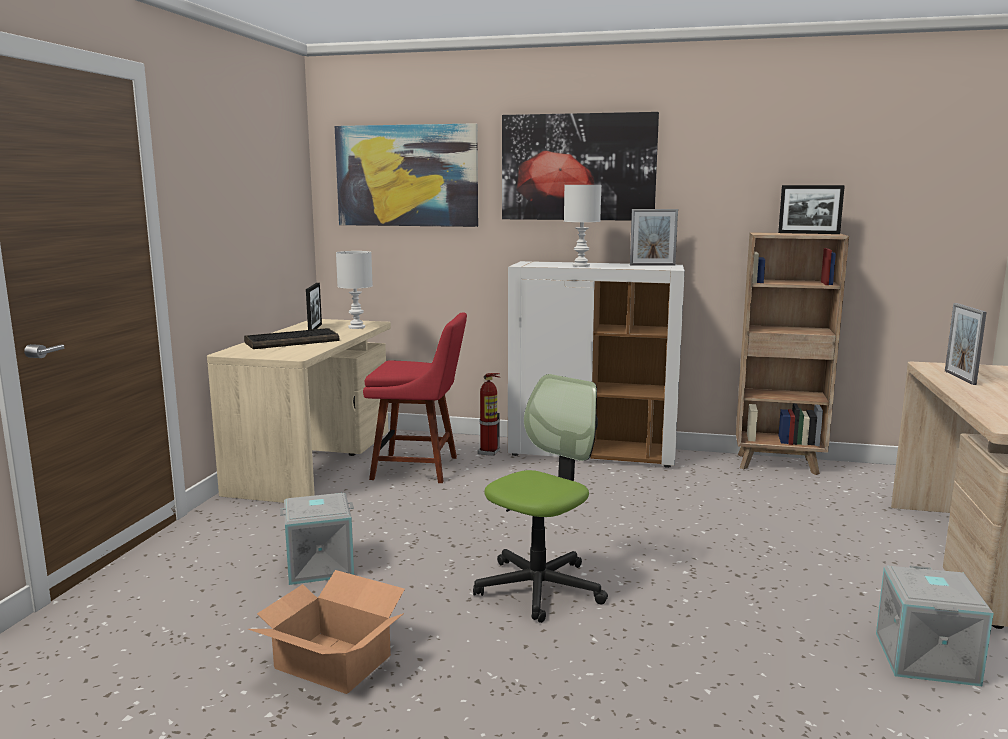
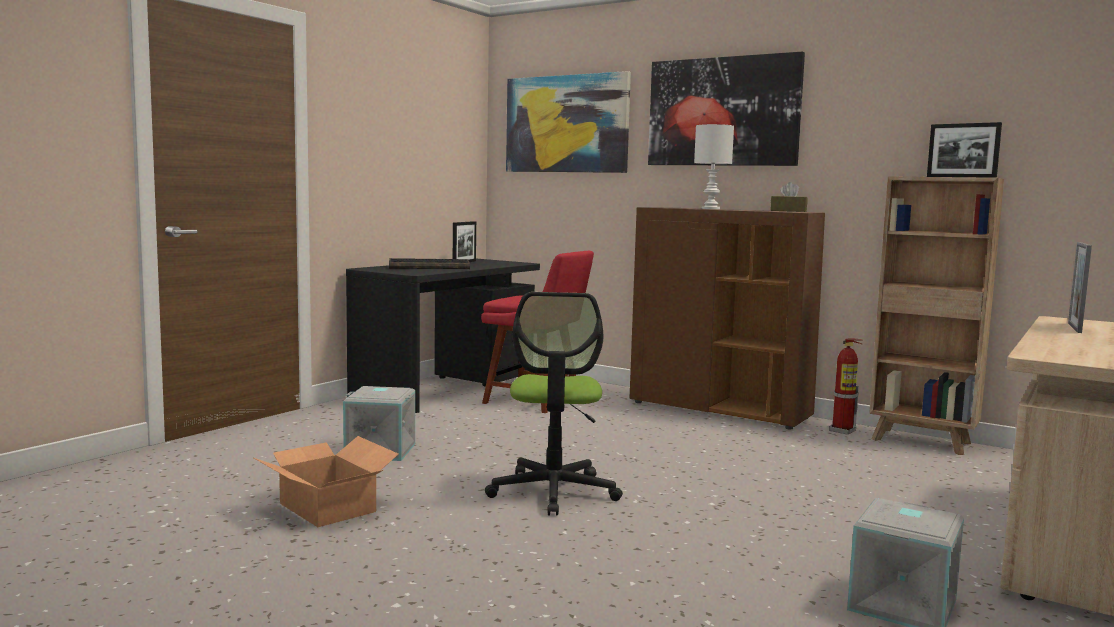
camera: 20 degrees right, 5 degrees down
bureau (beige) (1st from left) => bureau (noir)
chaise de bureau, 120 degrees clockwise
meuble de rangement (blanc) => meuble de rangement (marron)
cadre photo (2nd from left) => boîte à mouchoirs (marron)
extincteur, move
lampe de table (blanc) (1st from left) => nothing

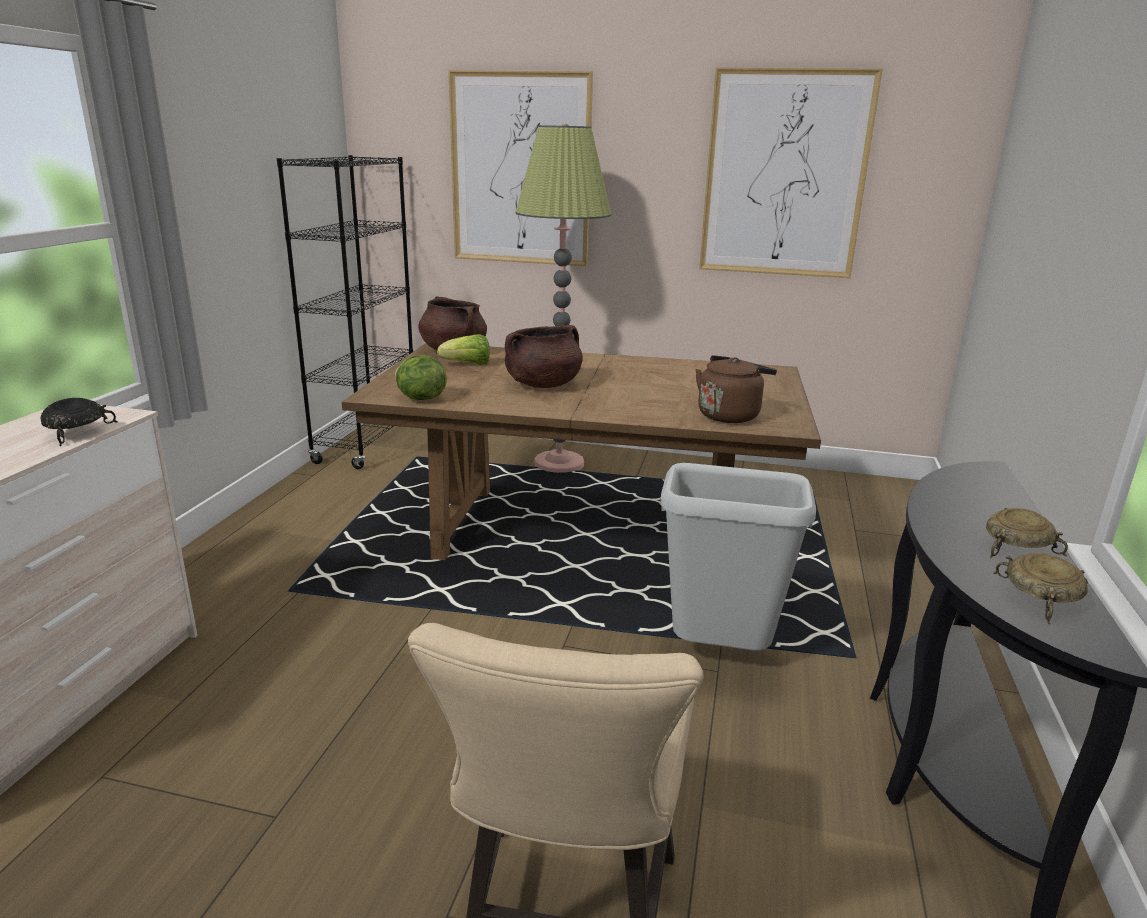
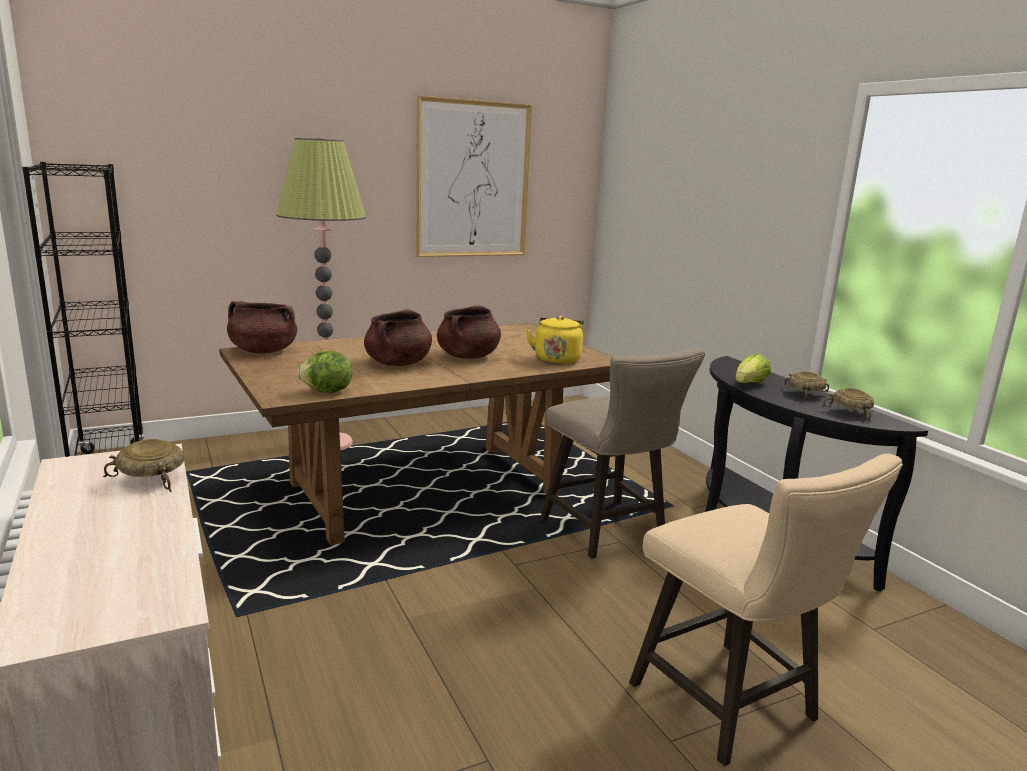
camera: 40 degrees left, 5 degrees down
bol (noir) => bol (beige) (1st from left)
nothing => marmite (marron) (3rd from left)
bouilloire (marron) => bouilloire (jaune)
poubelle (gris) => tabouret (beige) (1st from left)
laitue (2nd from left), move
tableau (1st from left) => nothing

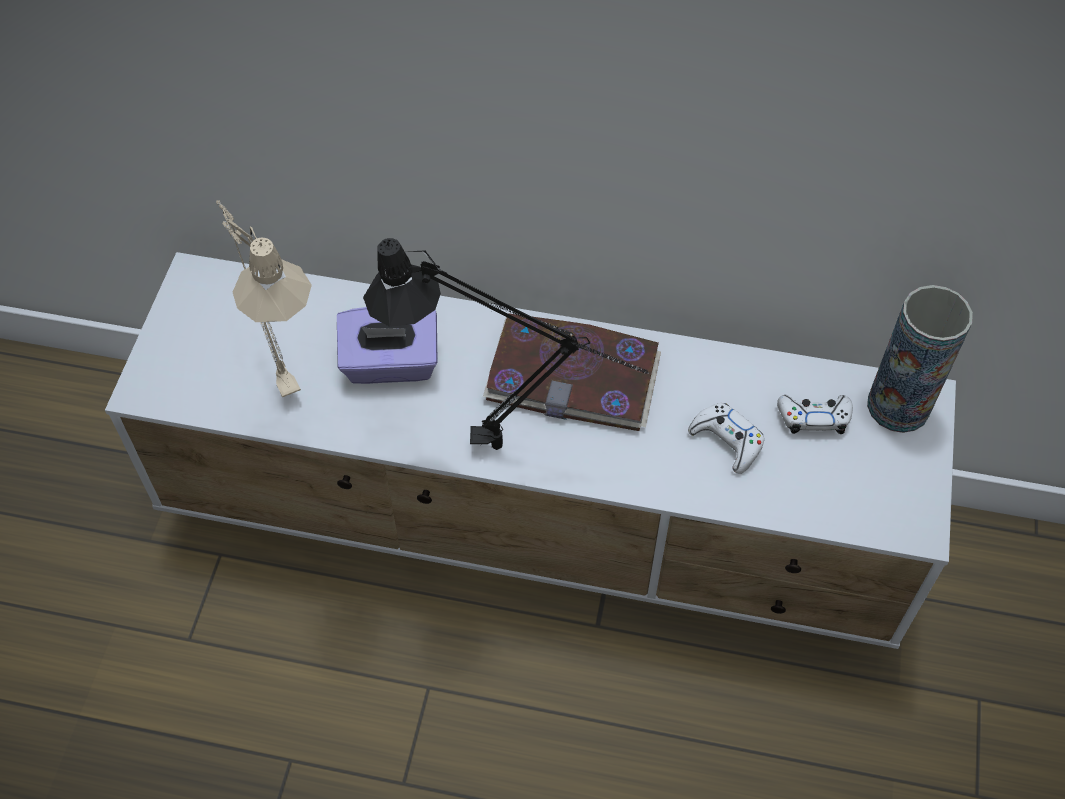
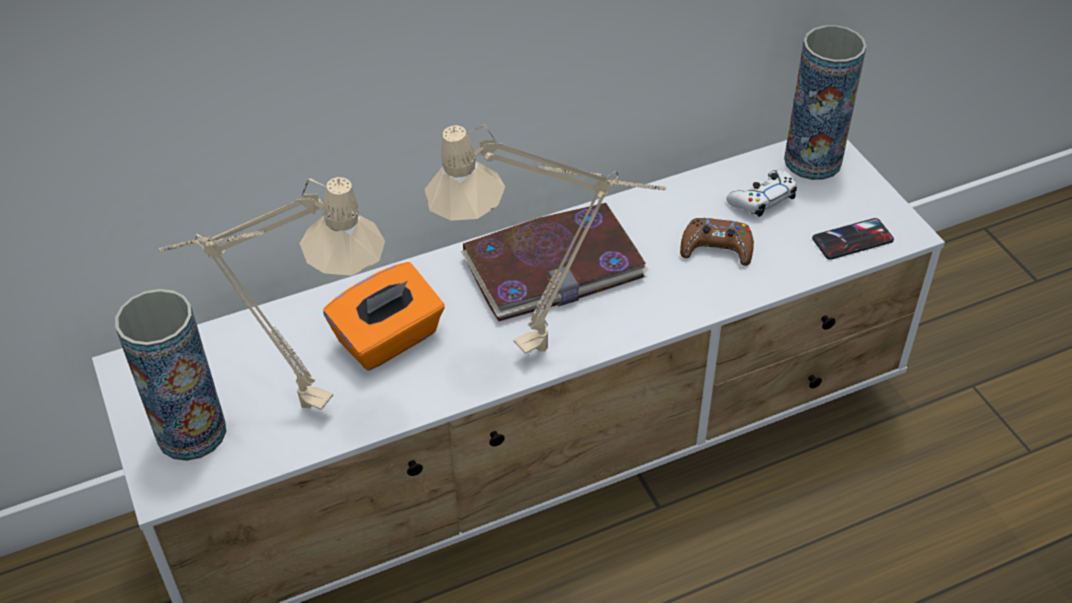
camera: 35 degrees left, 10 degrees down
nothing => vase (1st from left)
boîte à mouchoirs (violet) => boîte à mouchoirs (orange)
lampe de table (noir) => lampe de table (beige) (2nd from left)
manette (blanc) (1st from left) => manette (marron)
nothing => téléphone

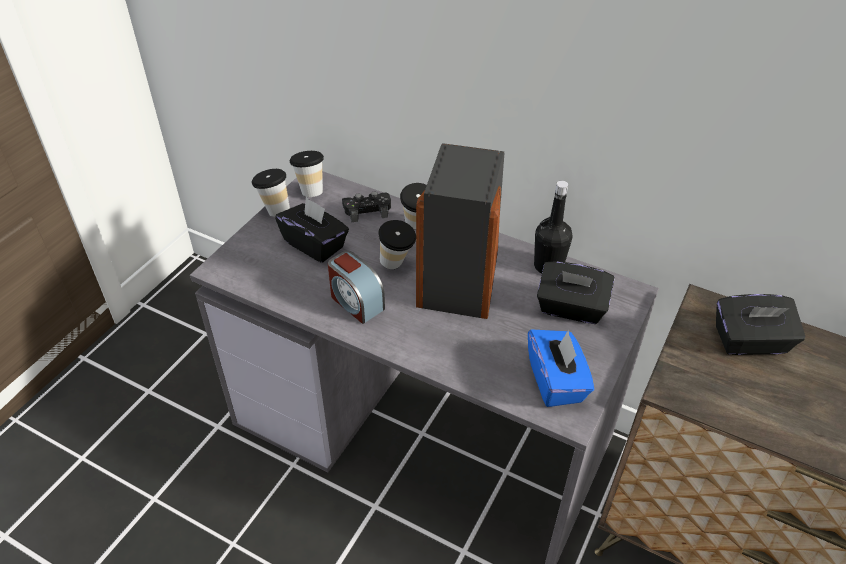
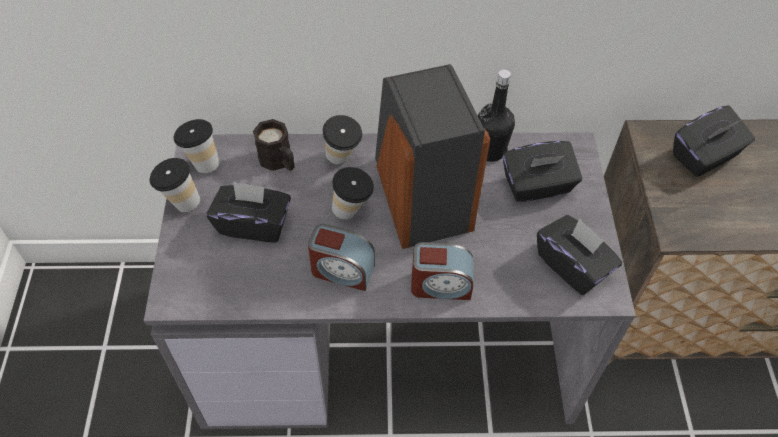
camera: 30 degrees left, 10 degrees up
manette (noir) => mug (noir)
nothing => réveil (2nd from left)
boîte à mouchoirs (bleu) => boîte à mouchoirs (noir) (3rd from left)

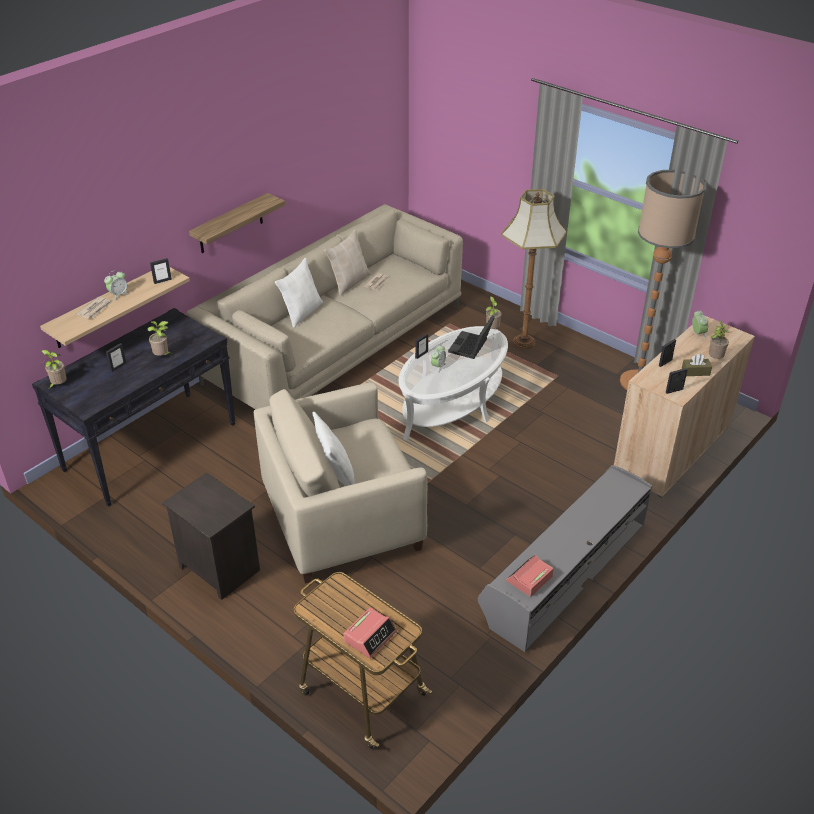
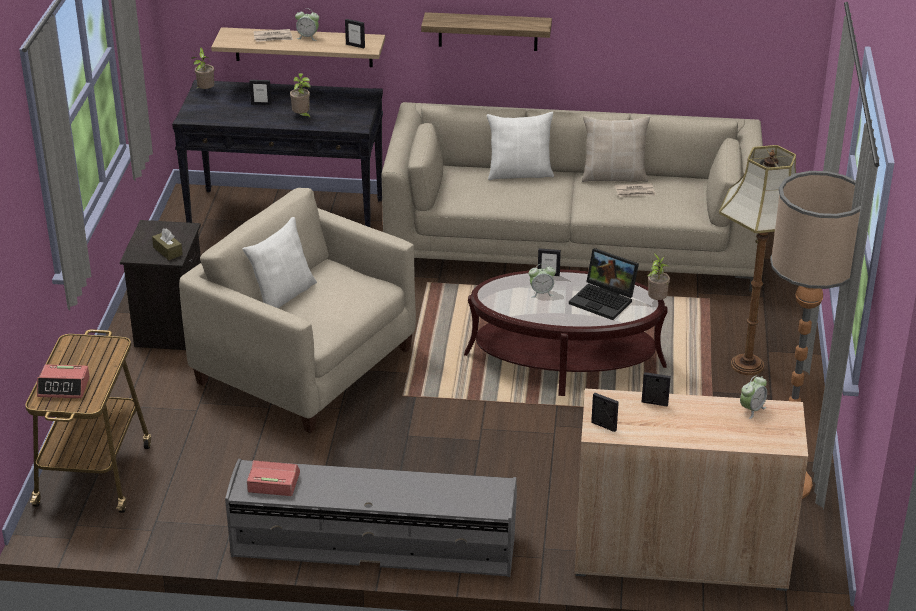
camera: 55 degrees right, 5 degrees down
boîte à mouchoirs (marron), move
table basse (blanc) => table basse (marron)
ordinateur portable, 135 degrees counterclockwise
plante en pot (4th from left) => nothing

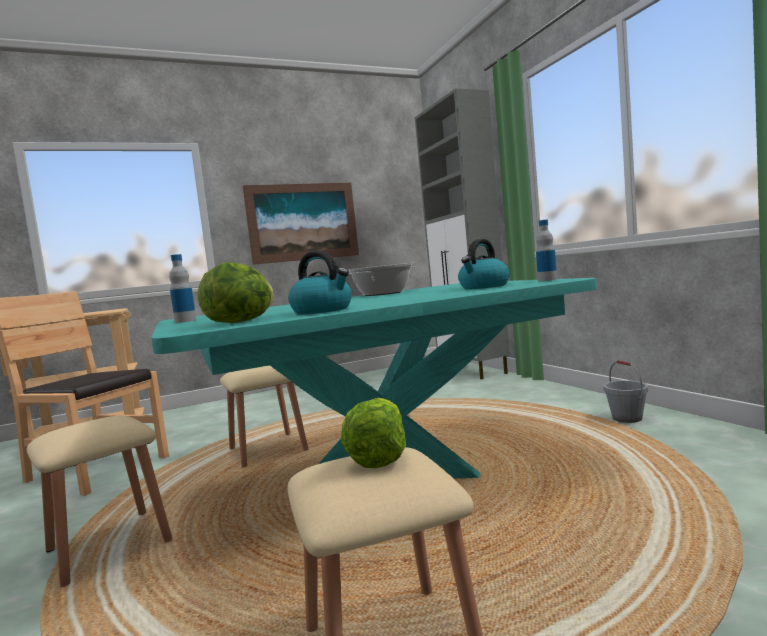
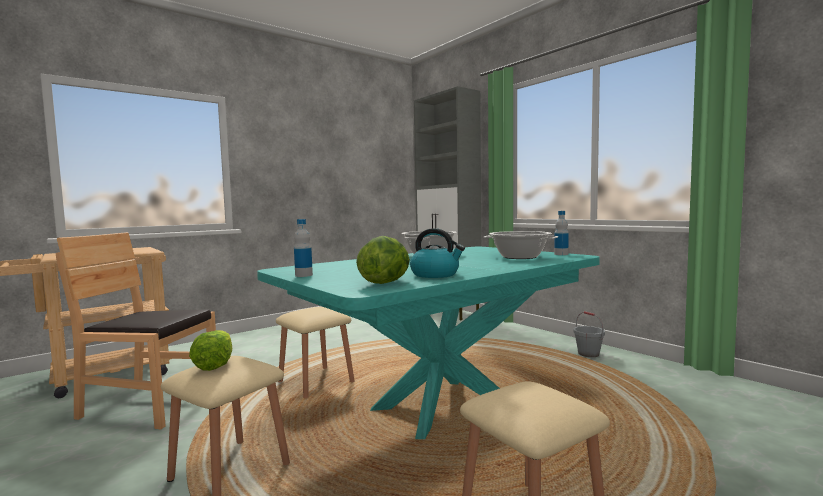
camera: 15 degrees left, 0 degrees up
laitue (2nd from left in the first image) => laitue (1st from left), move
bouilloire (2nd from left) => marmite (2nd from left)
tableau => nothing

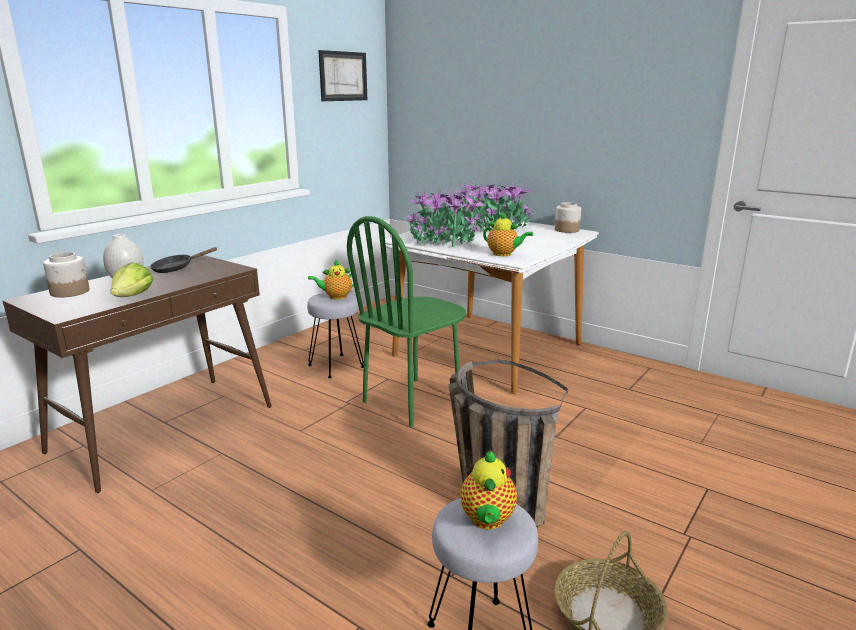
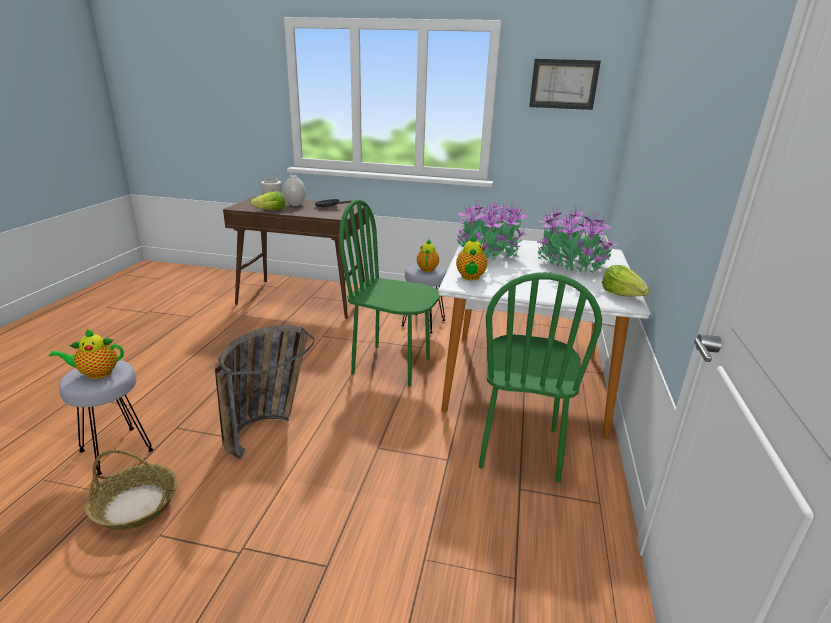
camera: 65 degrees right, 5 degrees up
théière (1st from left in the first image) => théière (2nd from left), 45 degrees clockwise
nothing => chaise (vert) (2nd from left)
bocal (2nd from left) => laitue (2nd from left)

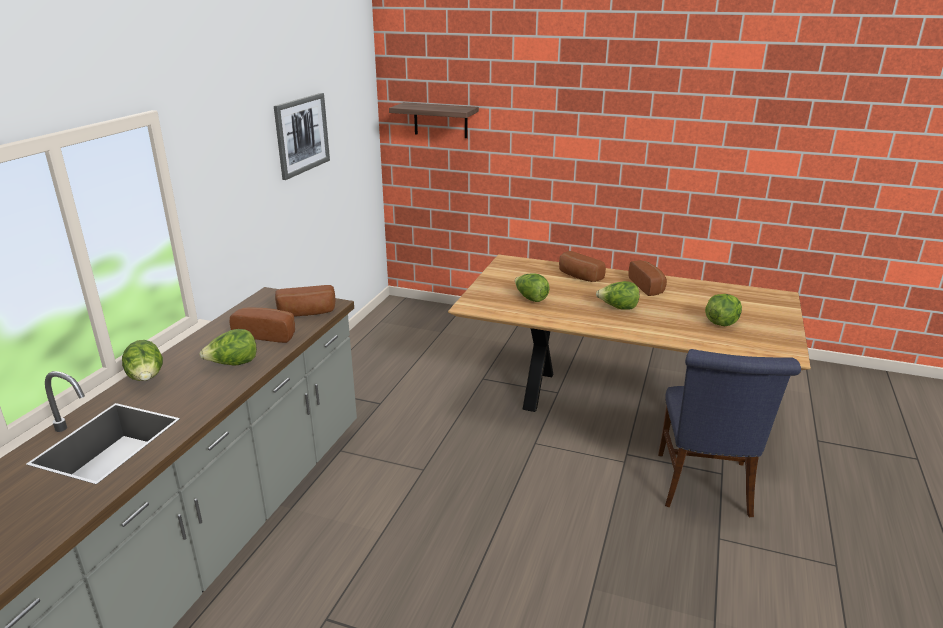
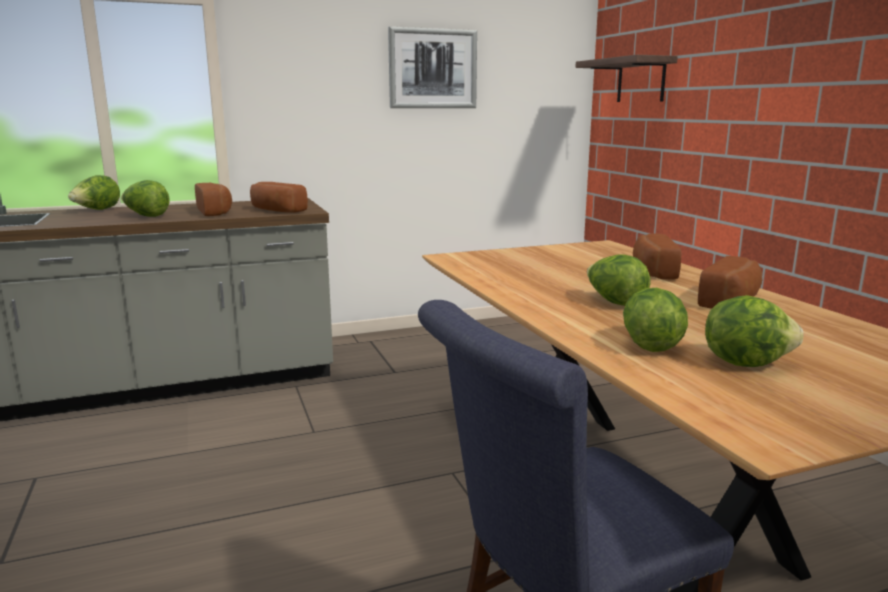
camera: 50 degrees right, 10 degrees down
laitue (3rd from left in the first image) => laitue (4th from left), move

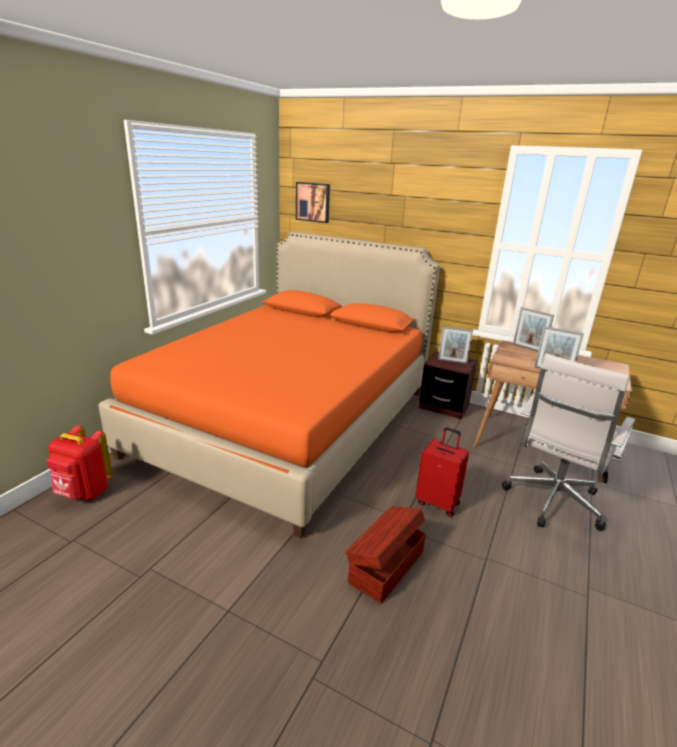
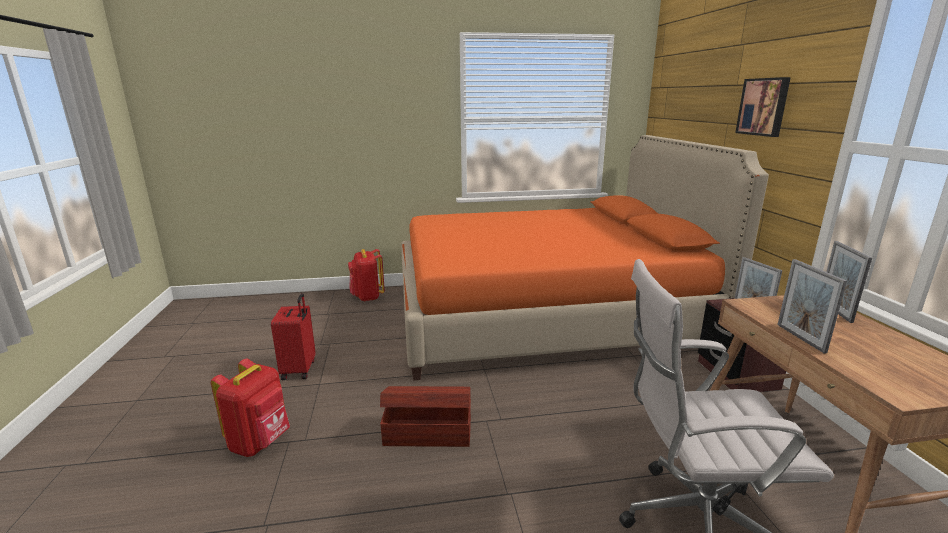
camera: 55 degrees right, 5 degrees down
nothing => sac à dos (rouge) (1st from left)
valise (rouge), move
tableau, move

